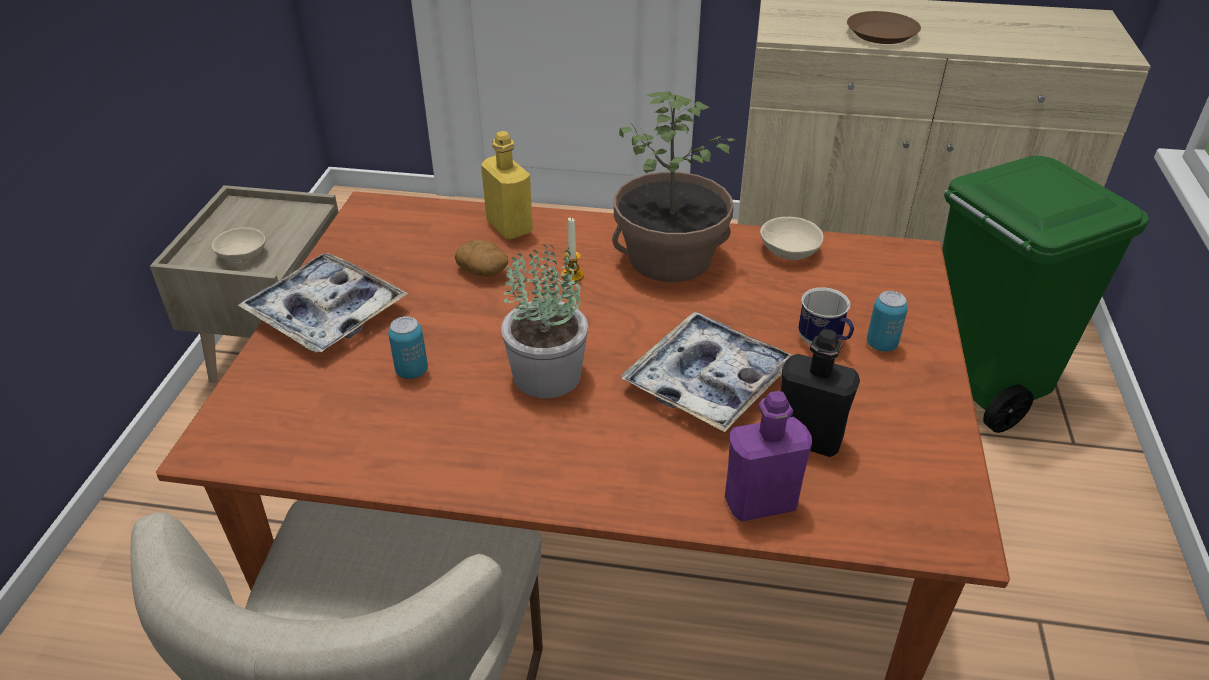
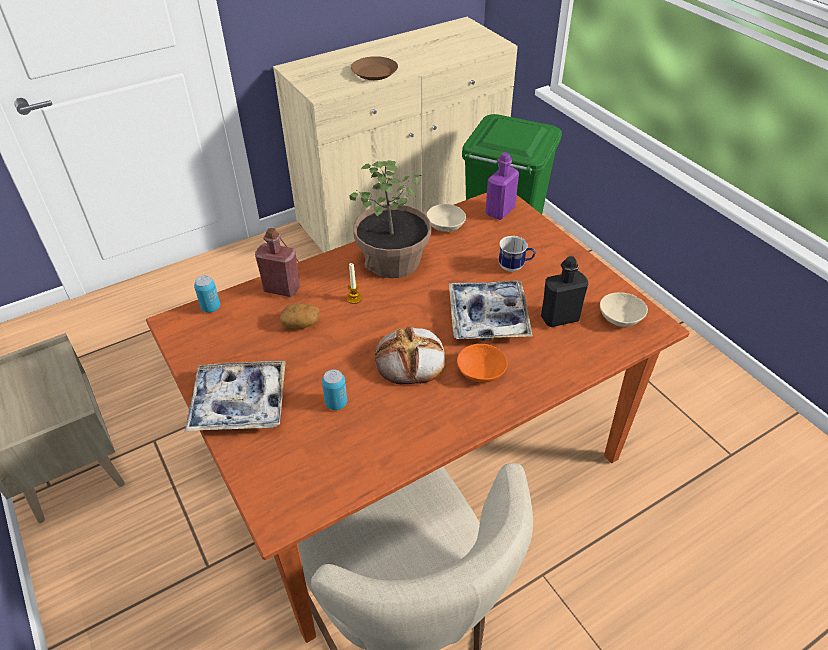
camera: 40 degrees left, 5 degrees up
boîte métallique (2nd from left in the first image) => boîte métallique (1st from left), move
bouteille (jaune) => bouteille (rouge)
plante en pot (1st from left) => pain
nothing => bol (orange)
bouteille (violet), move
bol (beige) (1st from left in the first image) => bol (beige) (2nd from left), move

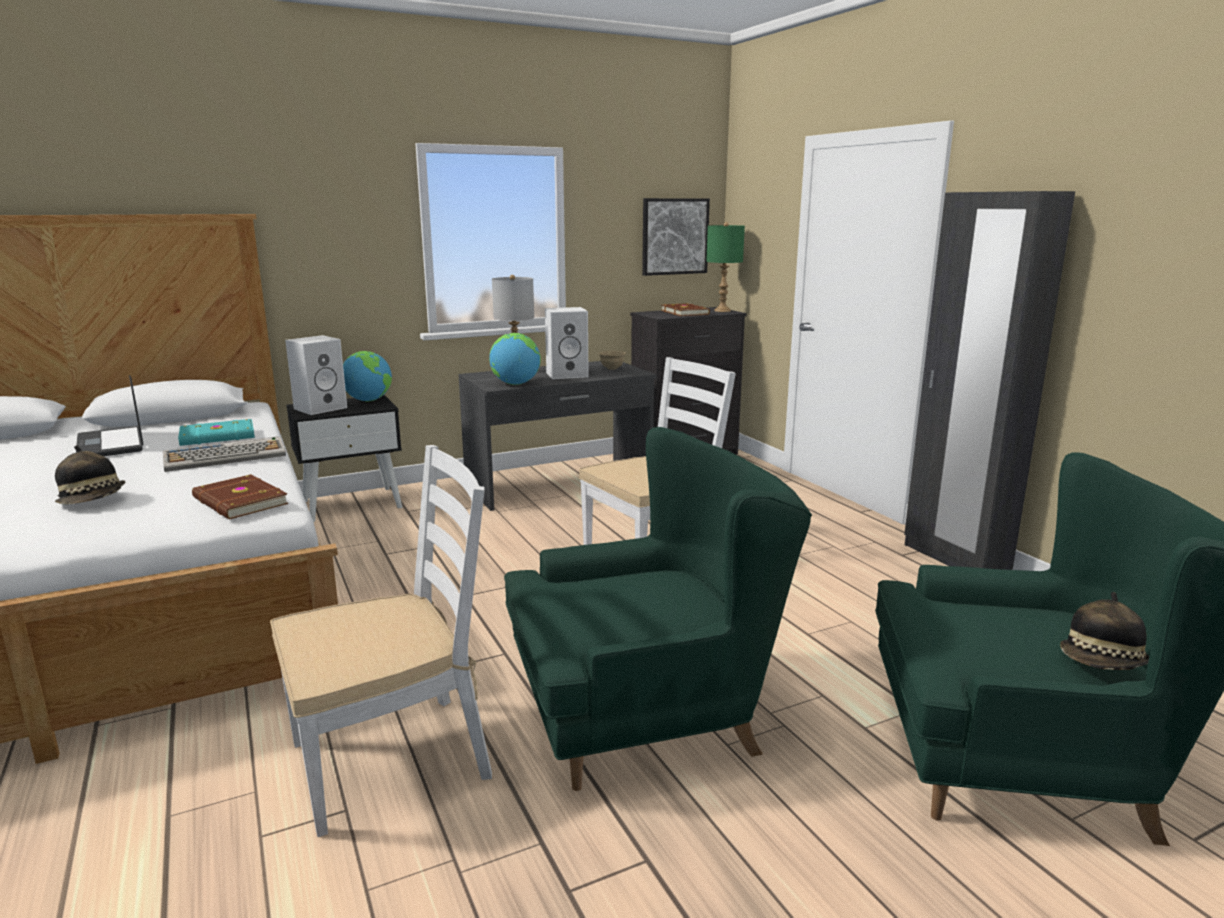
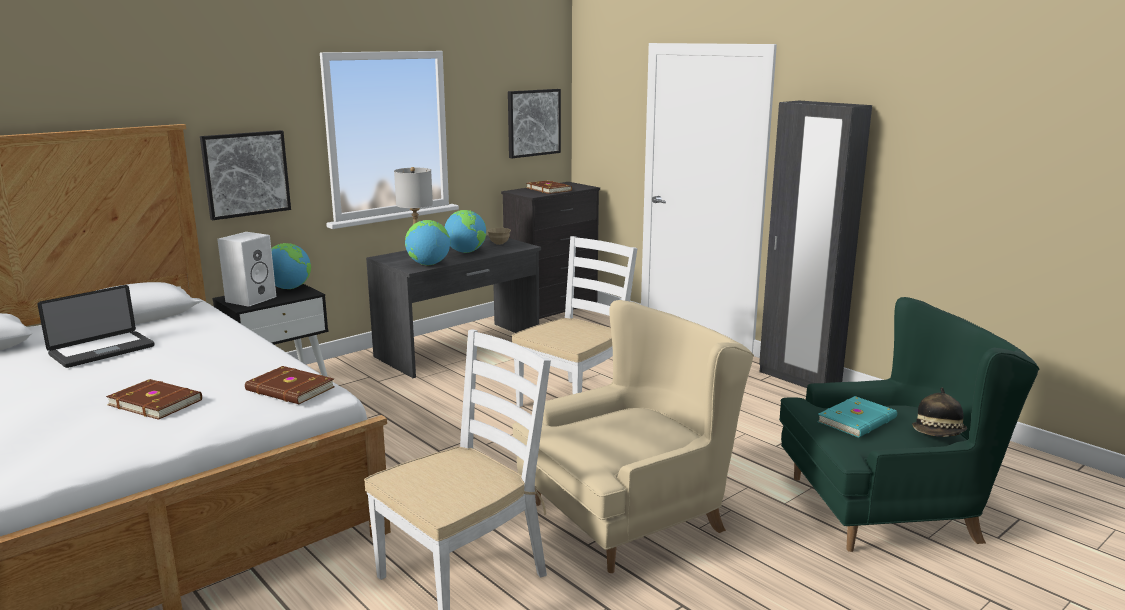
camera: 15 degrees left, 0 degrees up
ordinateur portable, 90 degrees counterclockwise
chapeau (1st from left) => livre (marron) (1st from left)
nothing => tableau (1st from left)
enceinte (blanc) (2nd from left) => globe (3rd from left)
fauteuil (vert) (1st from left) => fauteuil (beige)
livre (turquoise), move
clavier => nothing
lampe de table (vert) => nothing

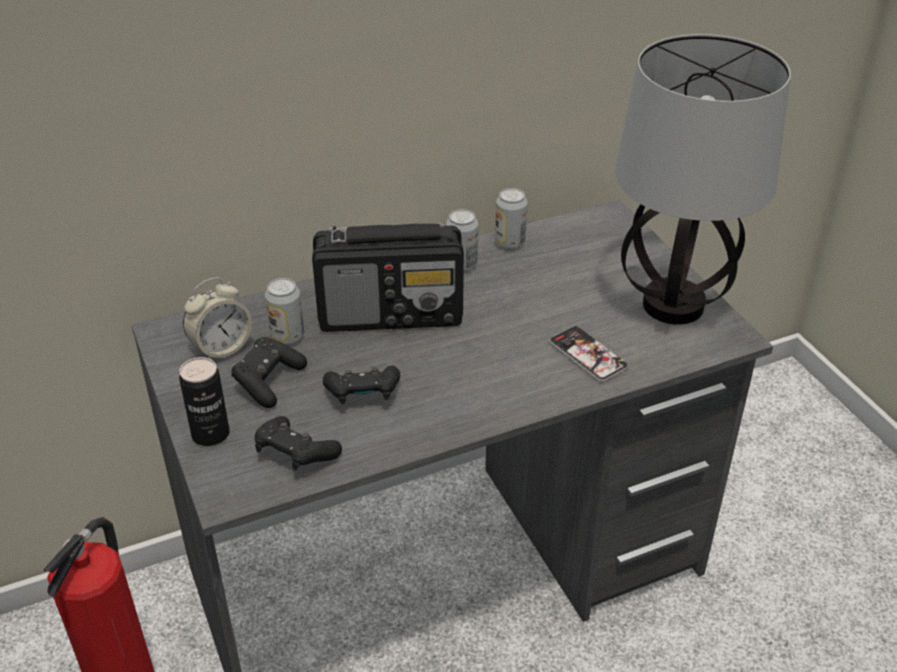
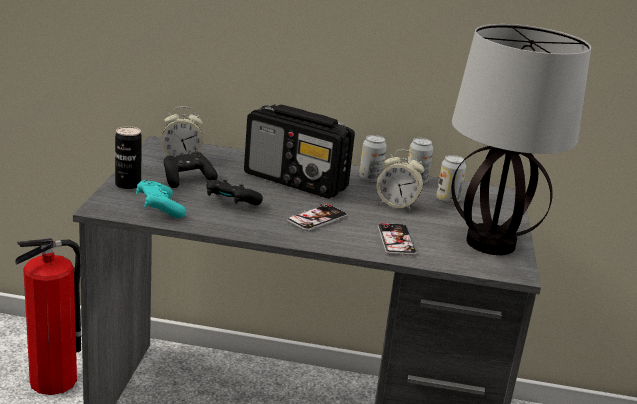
camera: 30 degrees right, 15 degrees down
manette (noir) (2nd from left) => manette (turquoise)
nothing => téléphone (1st from left)
nothing => réveil (2nd from left)
boîte métallique (2nd from left in the first image) => boîte métallique (4th from left), move

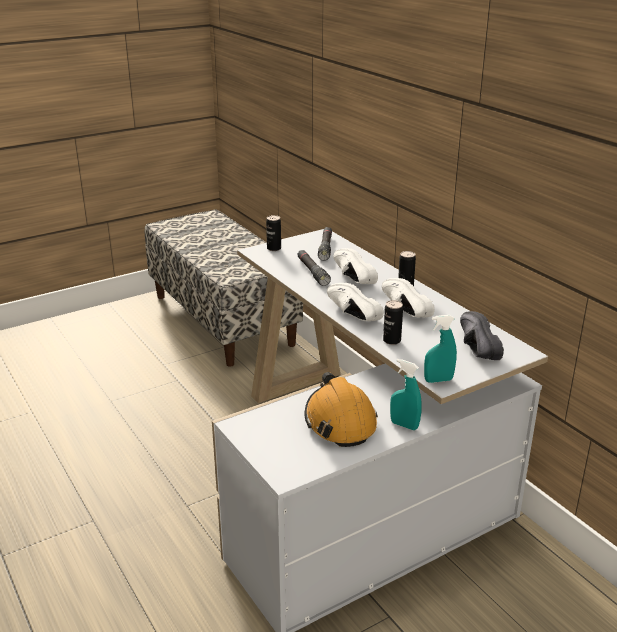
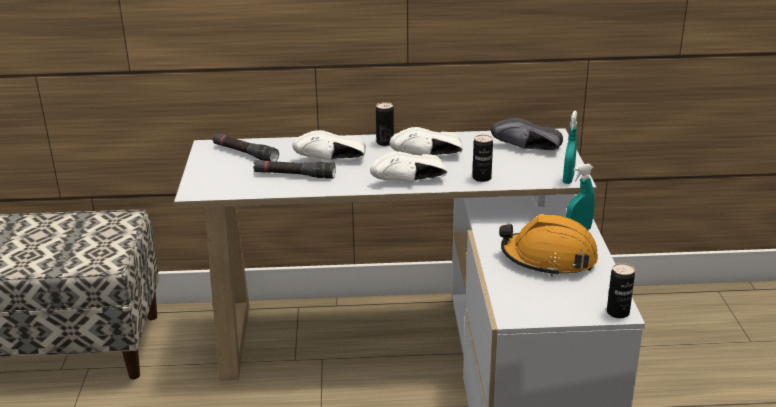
camera: 60 degrees left, 0 degrees up
boîte métallique (1st from left in the first image) => boîte métallique (3rd from left), move

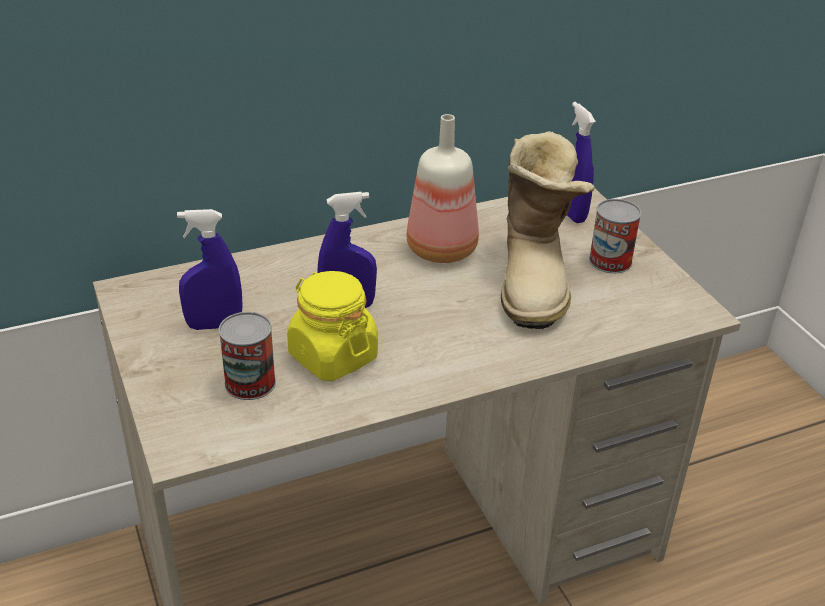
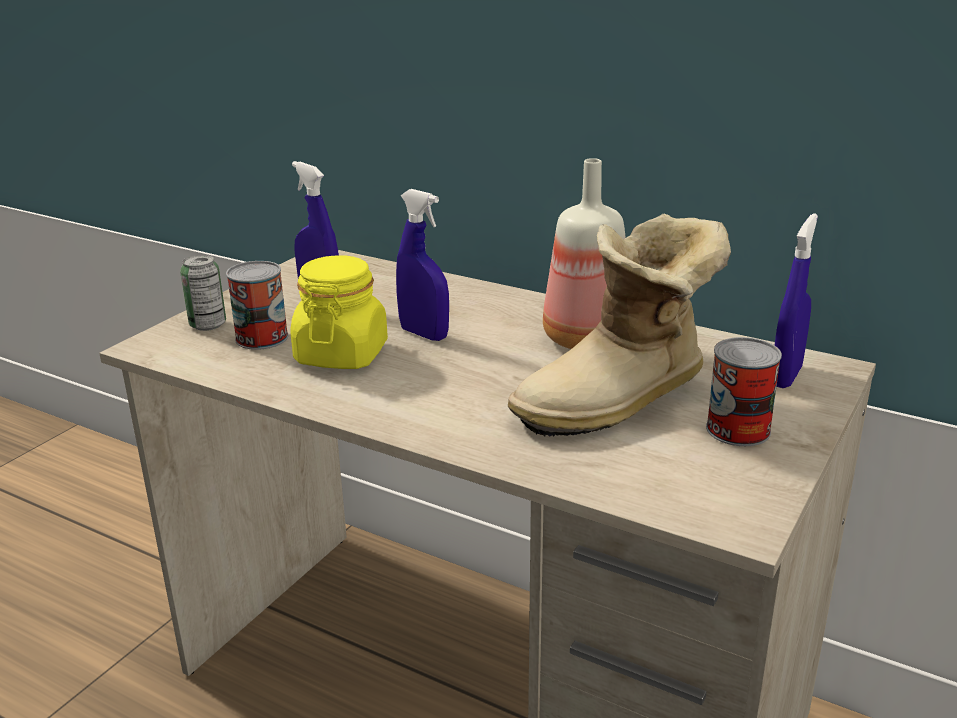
camera: 55 degrees right, 10 degrees down
nothing => boîte métallique (1st from left)

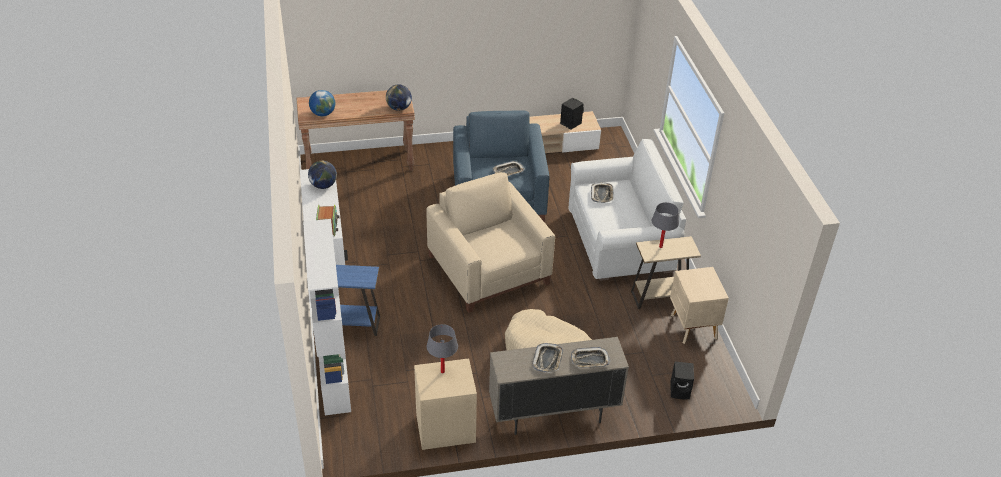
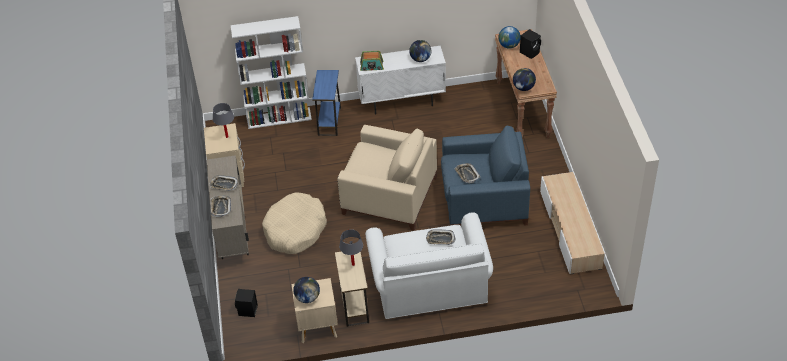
camera: 95 degrees right, 5 degrees up
nothing => globe (1st from left)
fauteuil (beige), 45 degrees clockwise
enceinte (noir) (1st from left in the first image) => enceinte (noir) (2nd from left), move

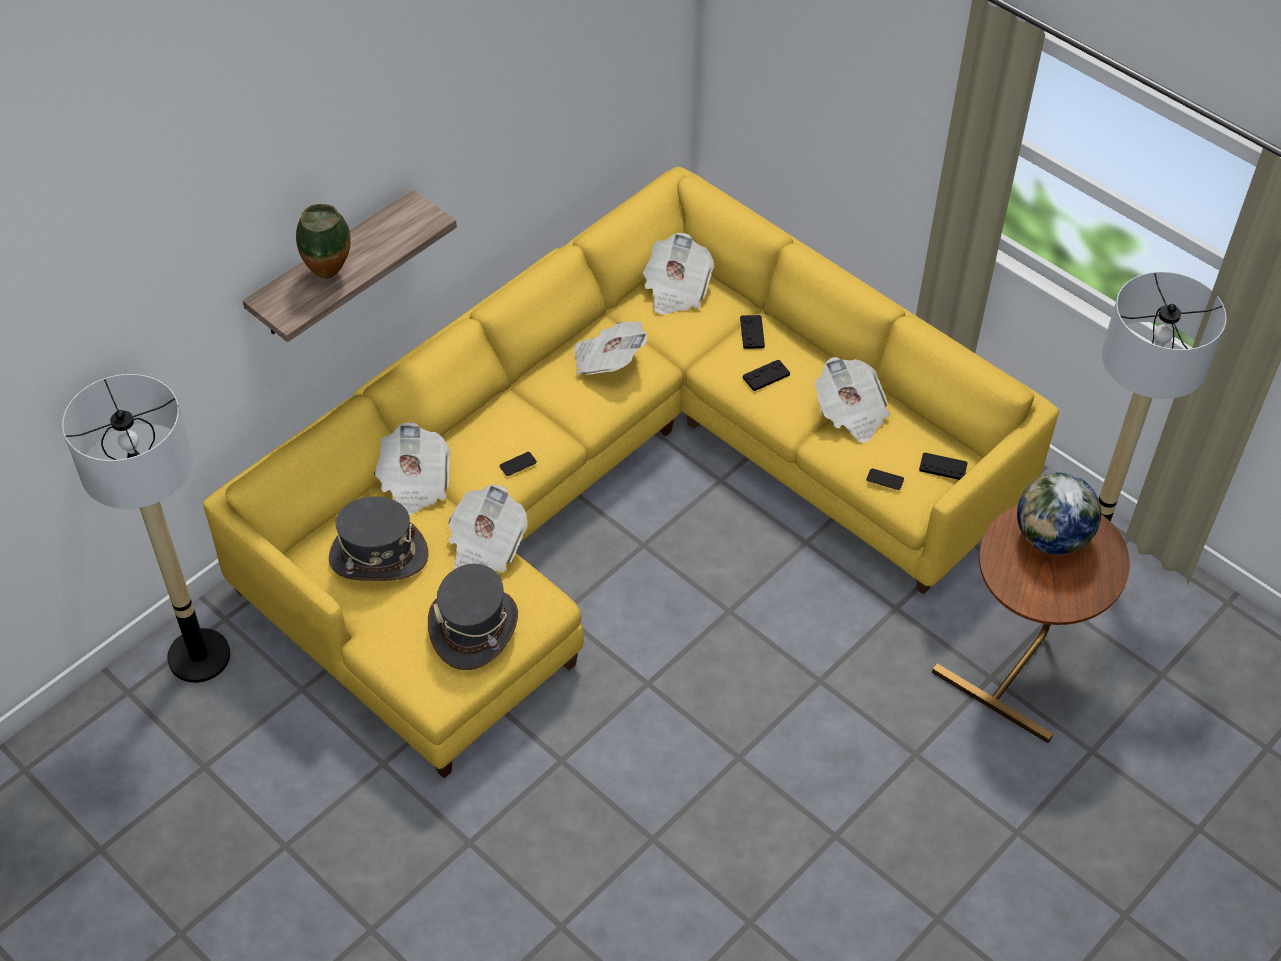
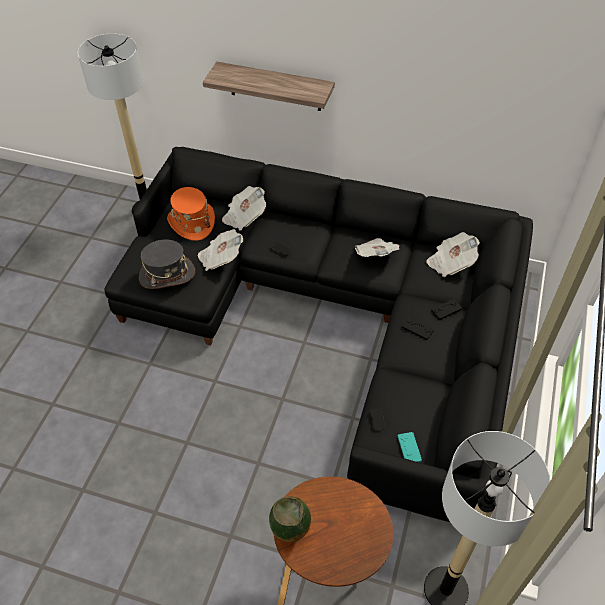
camera: 65 degrees right, 0 degrees up
canapé (jaune) => canapé (noir)
chapeau (gris) (1st from left) => chapeau (orange)
vase, move
manette (noir) (3rd from left) => manette (turquoise)
journal (5th from left) => nothing
globe => nothing

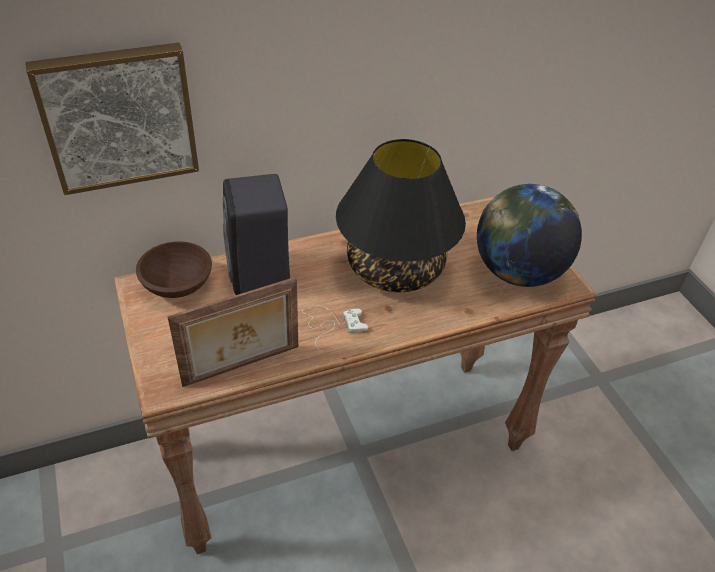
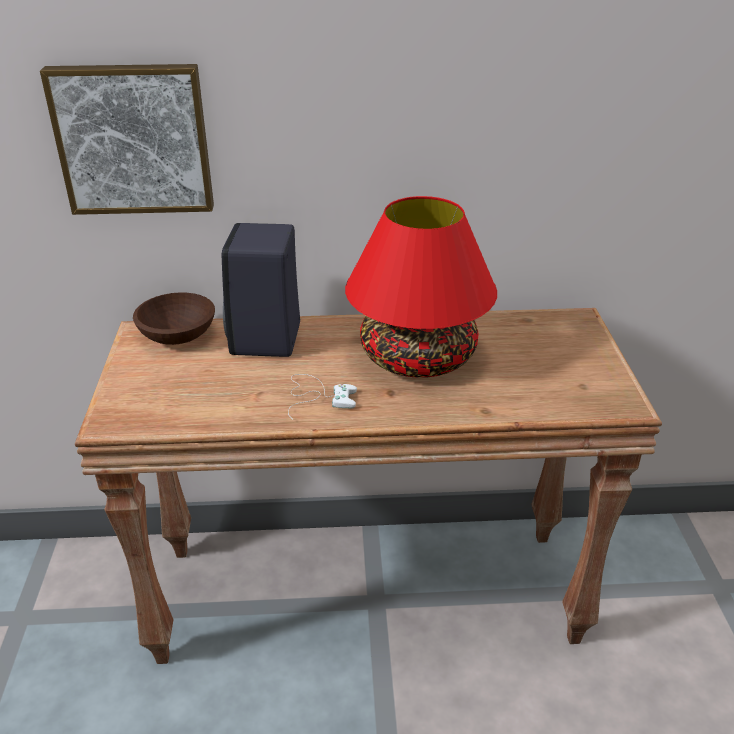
camera: 20 degrees right, 10 degrees down
lampe de table (noir) => lampe de table (rouge)
cadre photo => nothing
globe => nothing

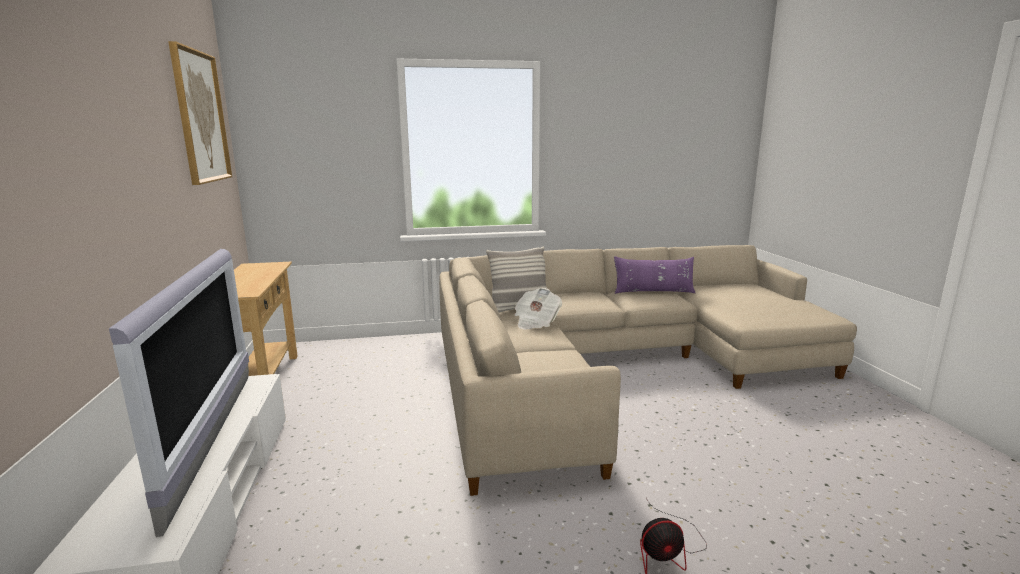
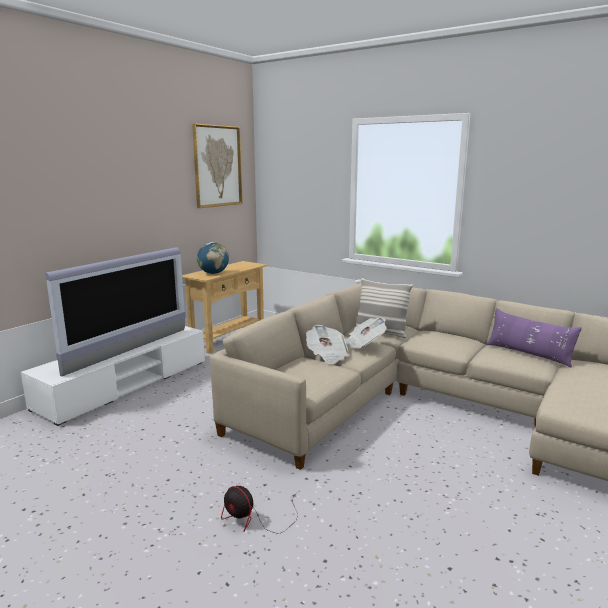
camera: 45 degrees right, 0 degrees up
nothing => globe
nothing => journal (1st from left)

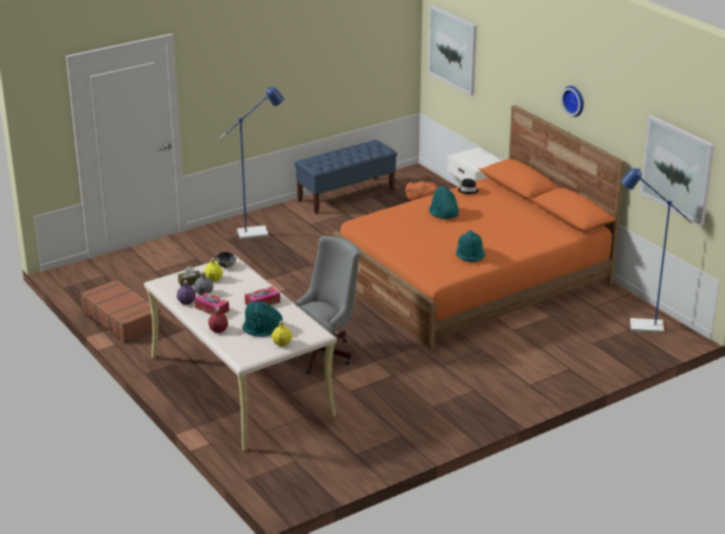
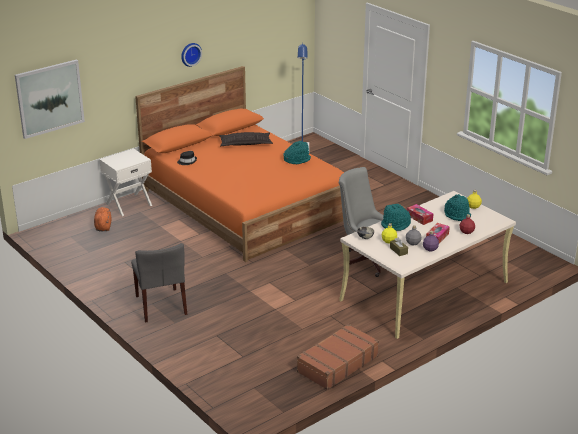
camera: 95 degrees left, 0 degrees up
lampadaire (bleu) (1st from left) => chaise (gris)
nothing => coussin
chapeau (turquoise) (2nd from left), move
banc (bleu) => nothing
tableau (2nd from left) => nothing

